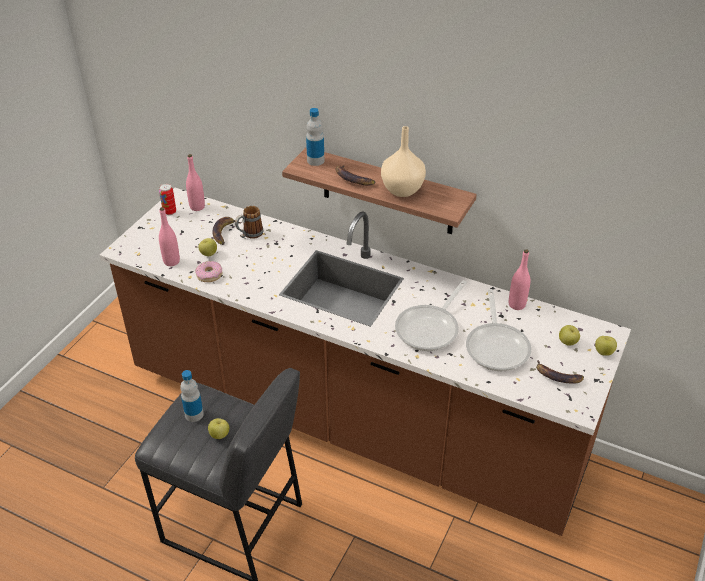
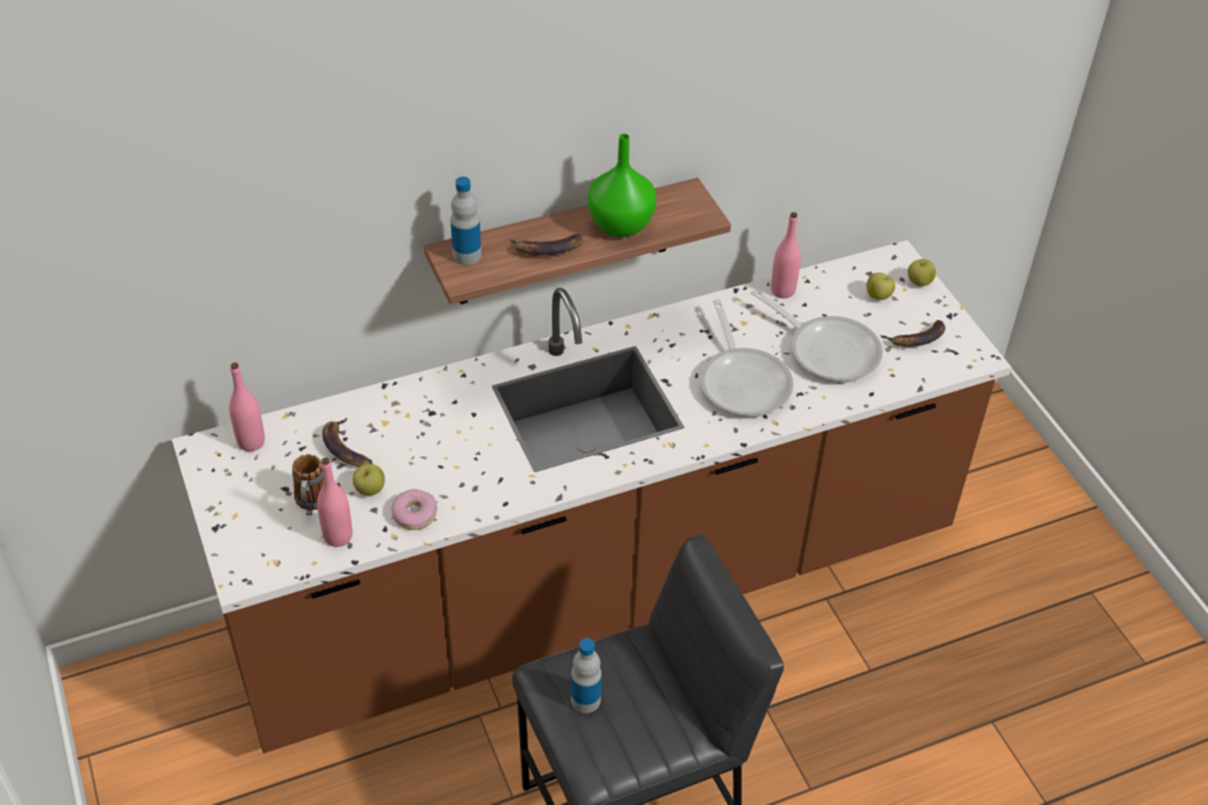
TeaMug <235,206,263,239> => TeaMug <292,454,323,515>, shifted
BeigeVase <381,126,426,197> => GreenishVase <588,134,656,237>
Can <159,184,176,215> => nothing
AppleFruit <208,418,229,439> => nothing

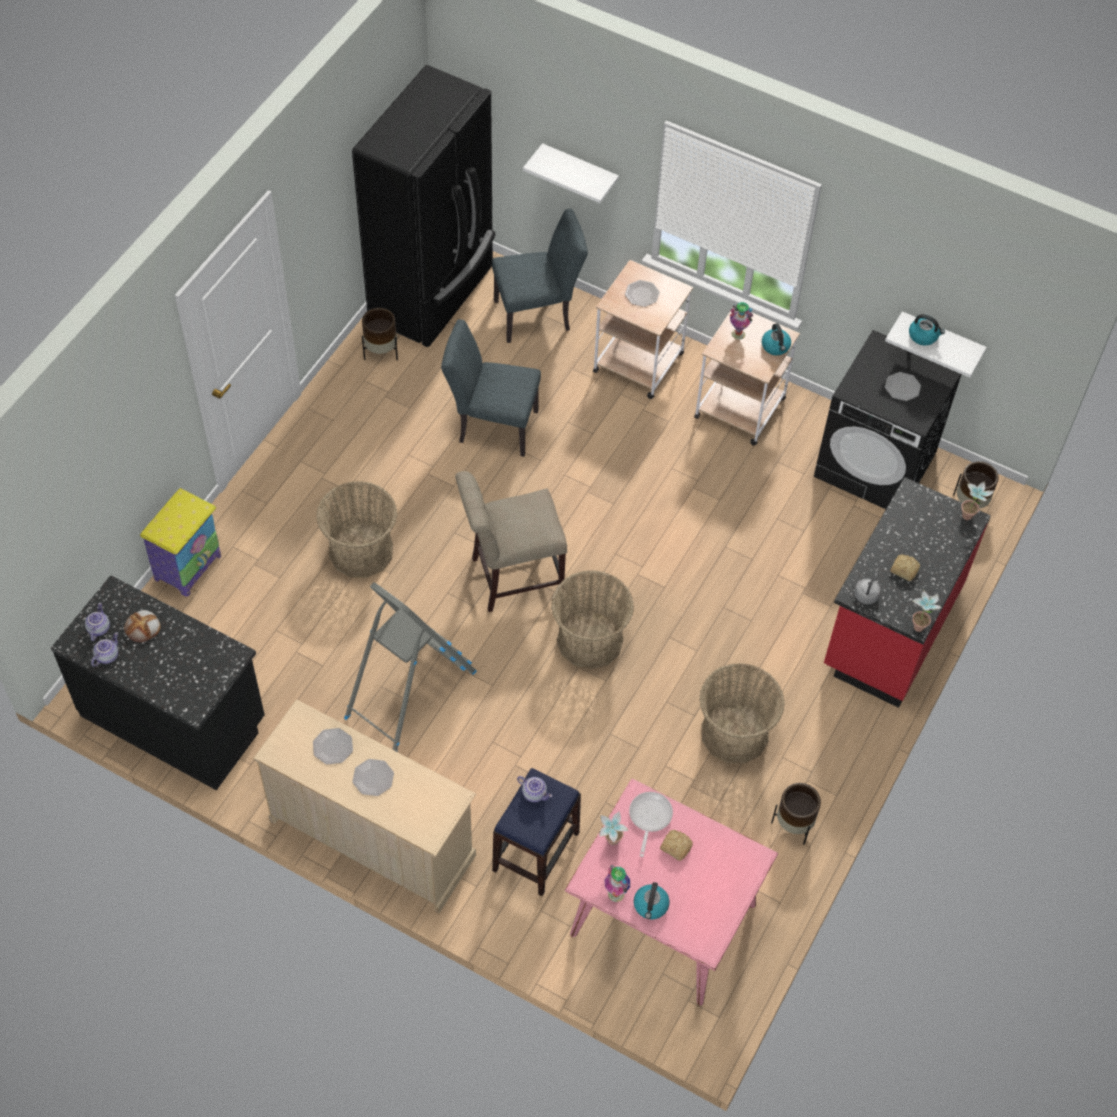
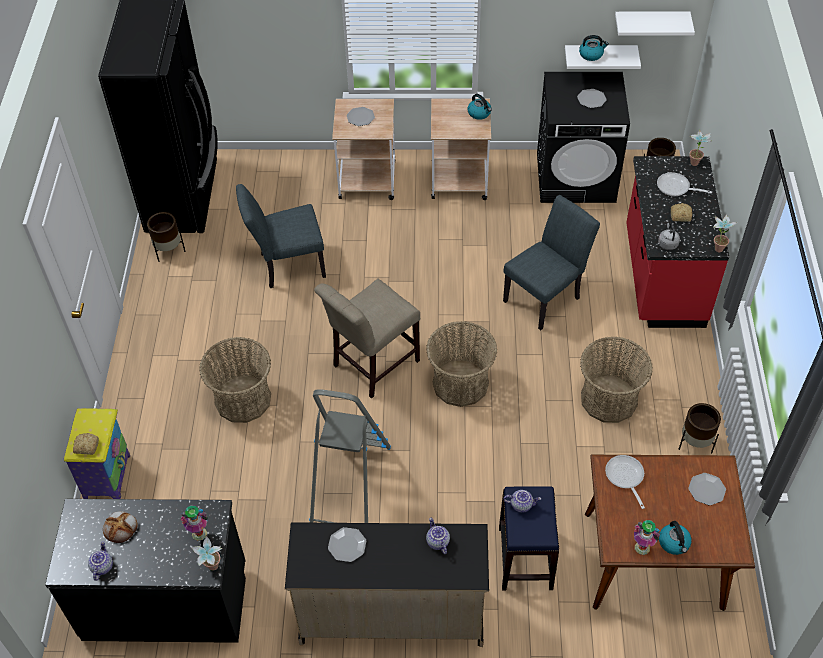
BakeryBread <660,830,693,861> => BakeryBread <73,433,99,455>, shifted
Vase <730,302,753,340> => Vase <180,505,208,541>, shifted
PlantInAPot <600,811,629,845> => PlantInAPot <191,536,222,571>, shifted
BeigeCupboard <253,699,476,914> => BlackCupboard <285,522,489,647>
Teapot <85,602,110,641> => Teapot <426,518,450,554>, shifted
GreyPlainChair <492,208,588,343> => GreyPlainChair <503,195,600,330>, shifted
PinkishDiningTable <565,778,778,1006> => BrownDiningTable <585,455,755,611>
WhitishBracketShelf <523,143,619,203> => WhitishBracketShelf <615,11,695,36>, shifted
nothing => Pan <657,172,712,196>
FlatDish <352,759,394,796> => FlatDish <688,473,726,505>, shifted

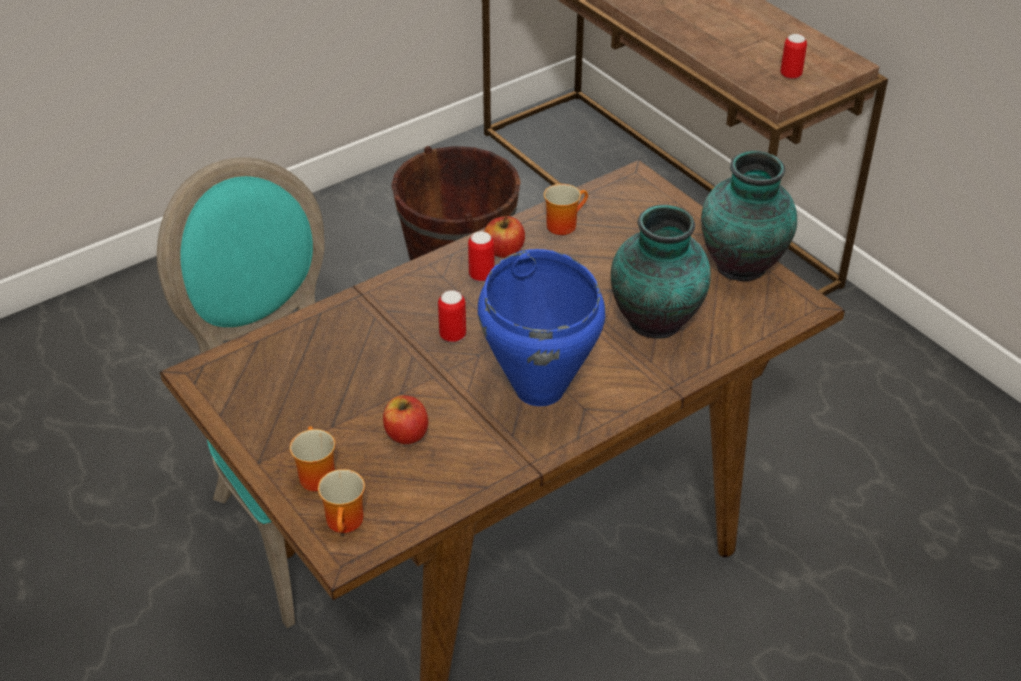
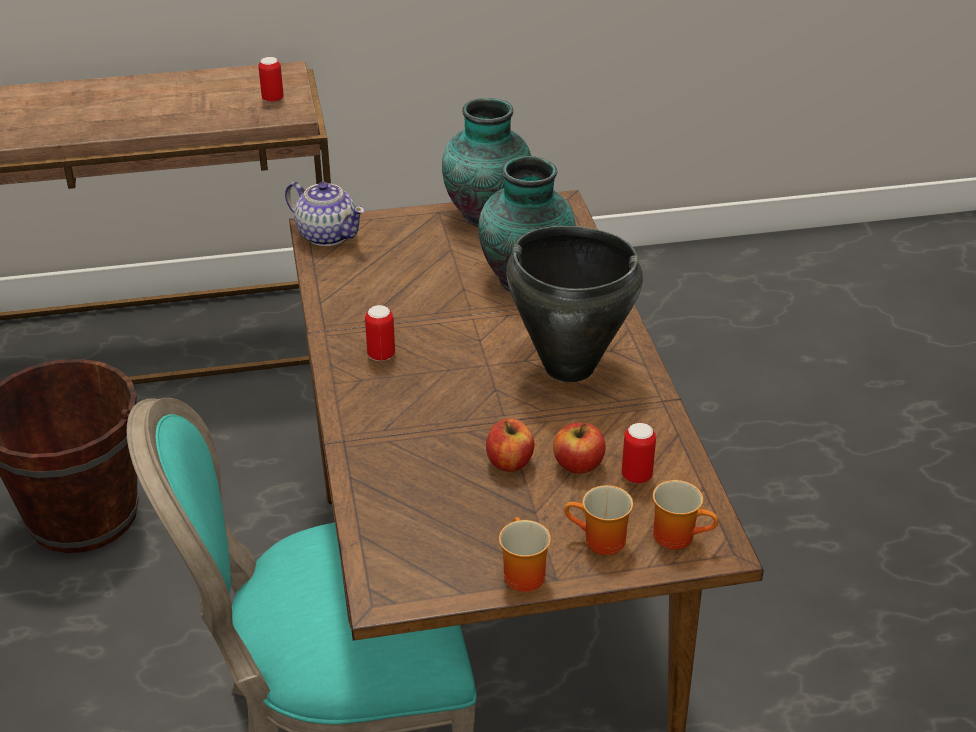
nothing => Teapot <285,182,365,246>
AppleFruit <484,216,525,258> => AppleFruit <486,419,534,472>, shifted
TeaMug <544,184,588,235> => TeaMug <499,517,551,592>, shifted
BlueSaucepot <478,249,606,406> => BlackSaucepot <506,226,643,382>
Can <438,290,466,342> => Can <622,423,656,484>, shifted

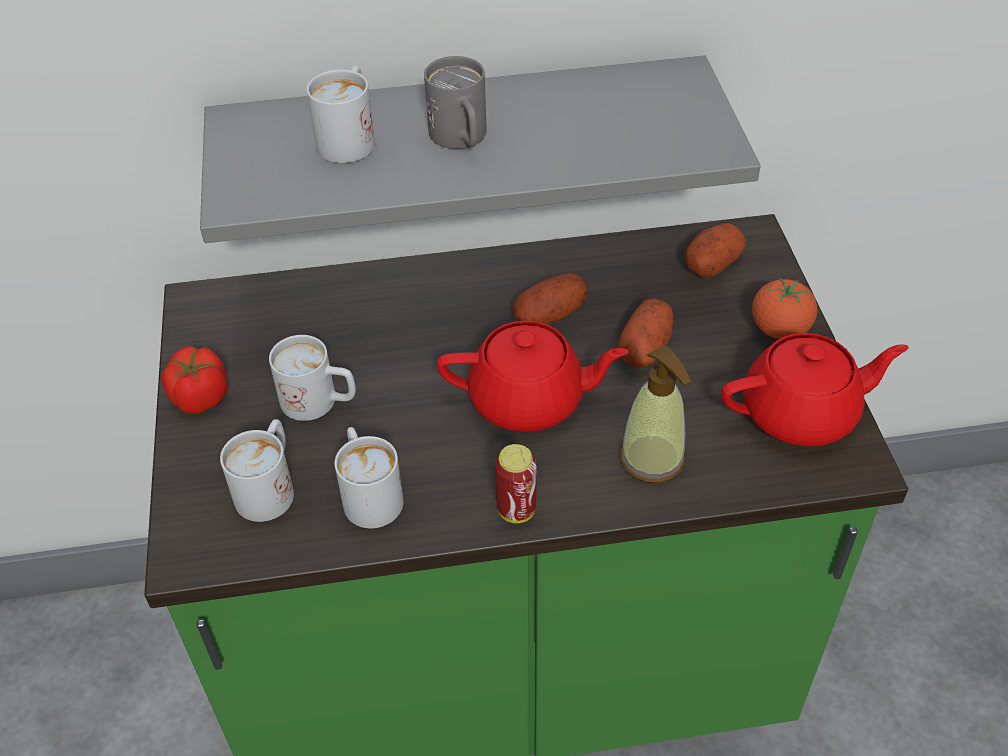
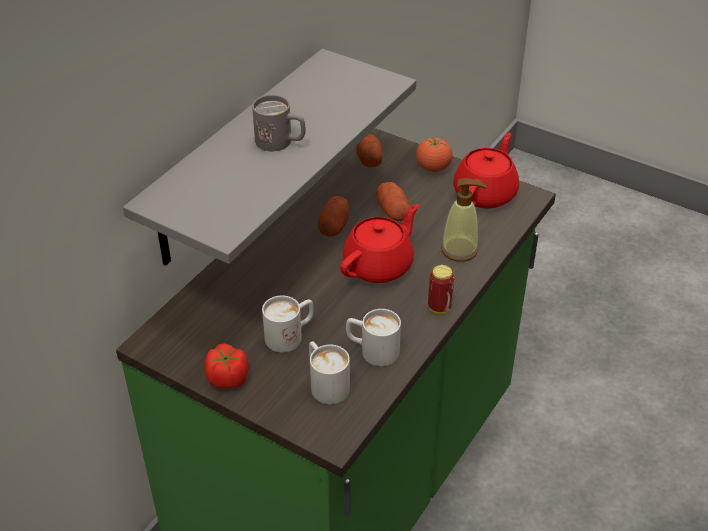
WhitishTeaMug <306,66,375,163> => nothing

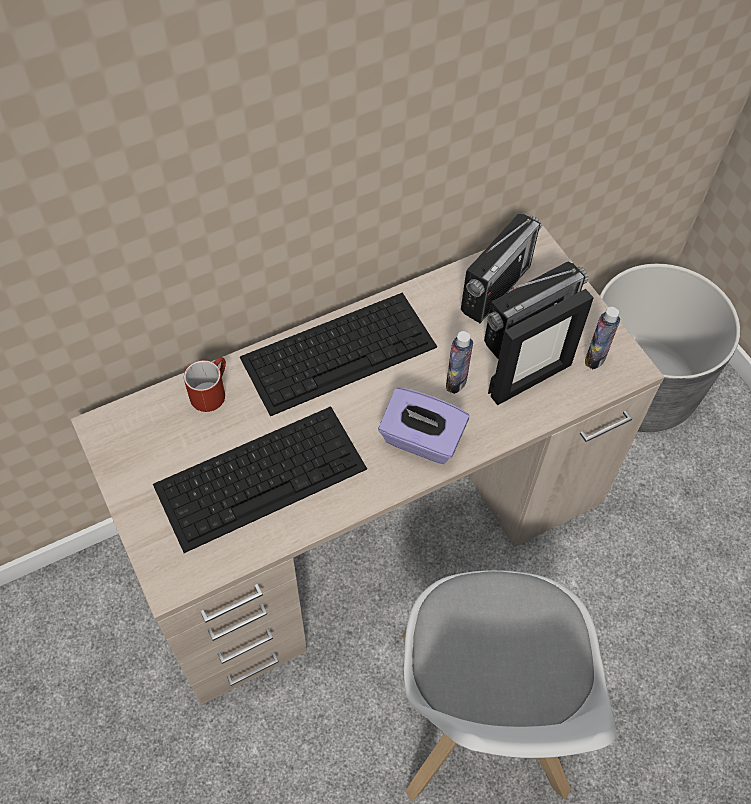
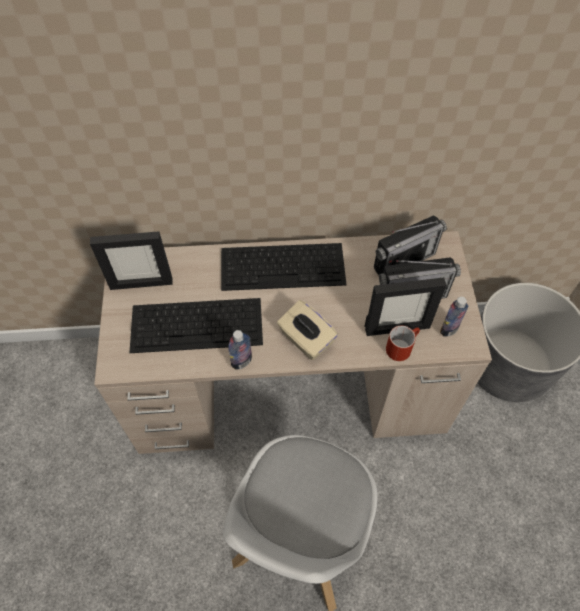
nothing => PhotoFrame <90,231,173,290>
Bottle <446,331,473,394> => Bottle <228,330,252,370>, shifted
PurpleTissueHolder <378,387,469,464> => BeigeTissueHolder <277,300,338,360>
RedTeaMug <184,357,226,412> => RedTeaMug <386,325,420,361>, shifted

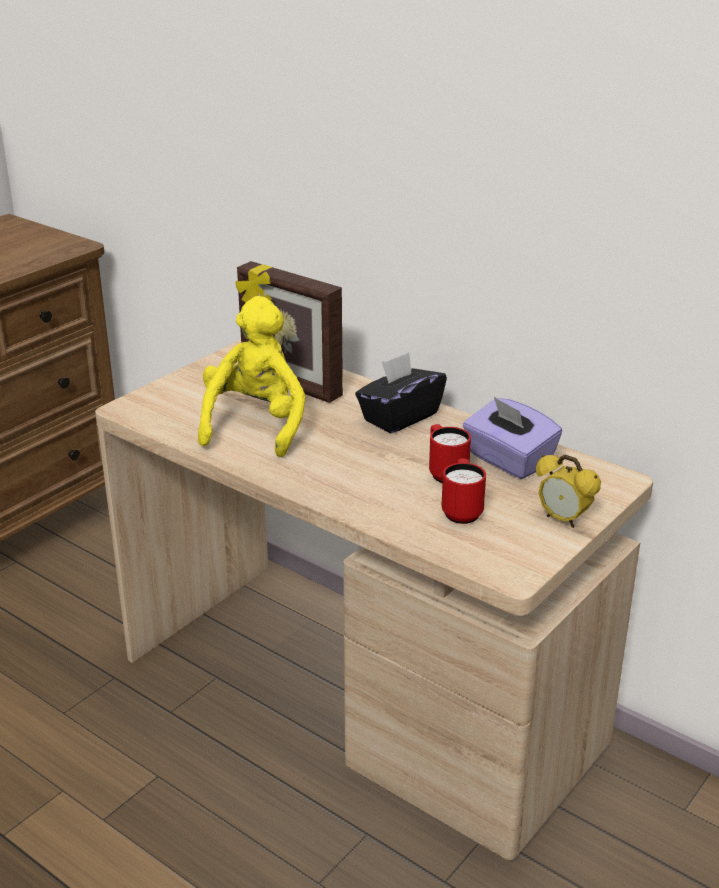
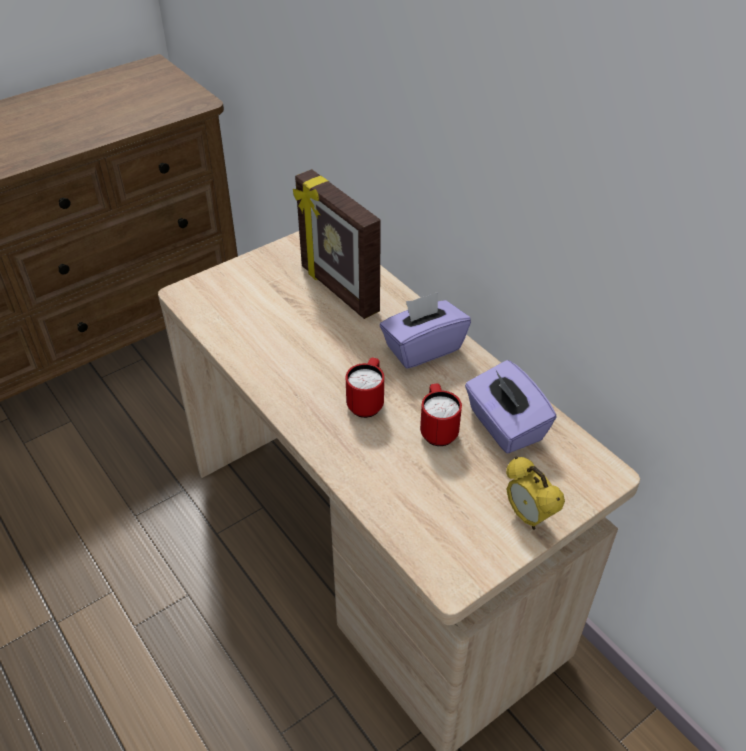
RedTeaMug <442,459,486,524> => RedTeaMug <346,358,384,418>, shifted
BlackTissueHolder <355,352,447,433> => PurpleTissueHolder <380,292,471,369>
YellowColouredCuddlyToy <198,296,306,457> => nothing

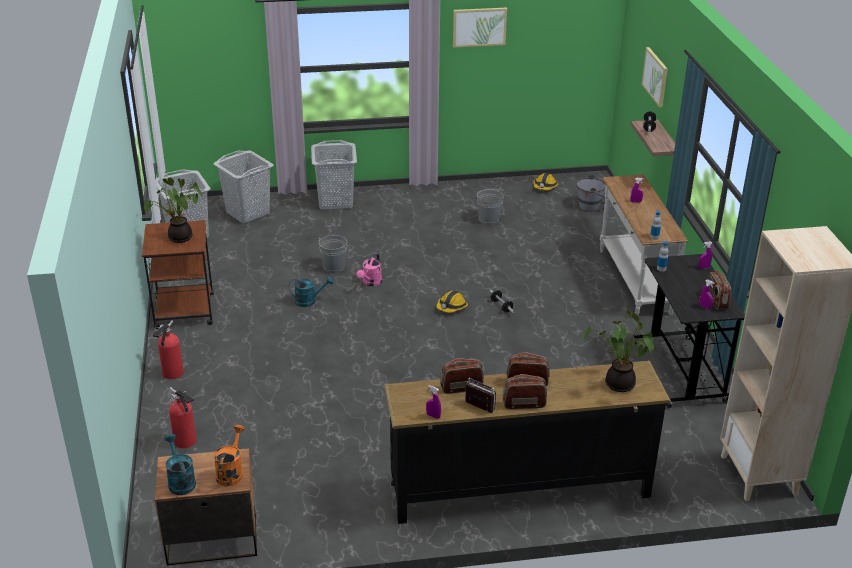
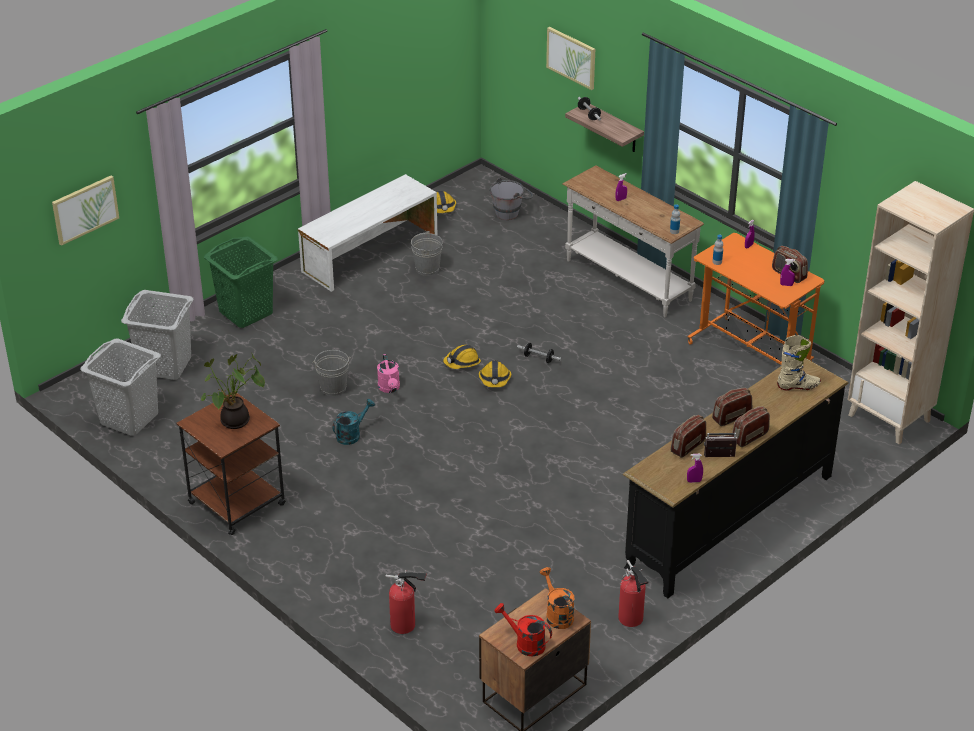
WallPicture <453,7,507,48> => WallPicture <52,175,119,246>, shifted
GreyWashingBasket <311,140,357,210> => GreenishWashingBasket <204,237,278,328>
nothing => WhitishIndoorBench <298,174,437,292>
nothing => HardHat <443,345,481,369>
TurquoiseColouredWateringPot <164,434,196,495> => RedWateringPot <494,603,552,657>
FireExtinguisher <153,320,184,379> => FireExtinguisher <618,560,649,627>, shifted
BlackDeskTable <634,254,745,408> => OrangeDeskTable <688,233,824,365>
PlantInAPot <583,310,654,392> => BeigeBoot <777,335,821,391>

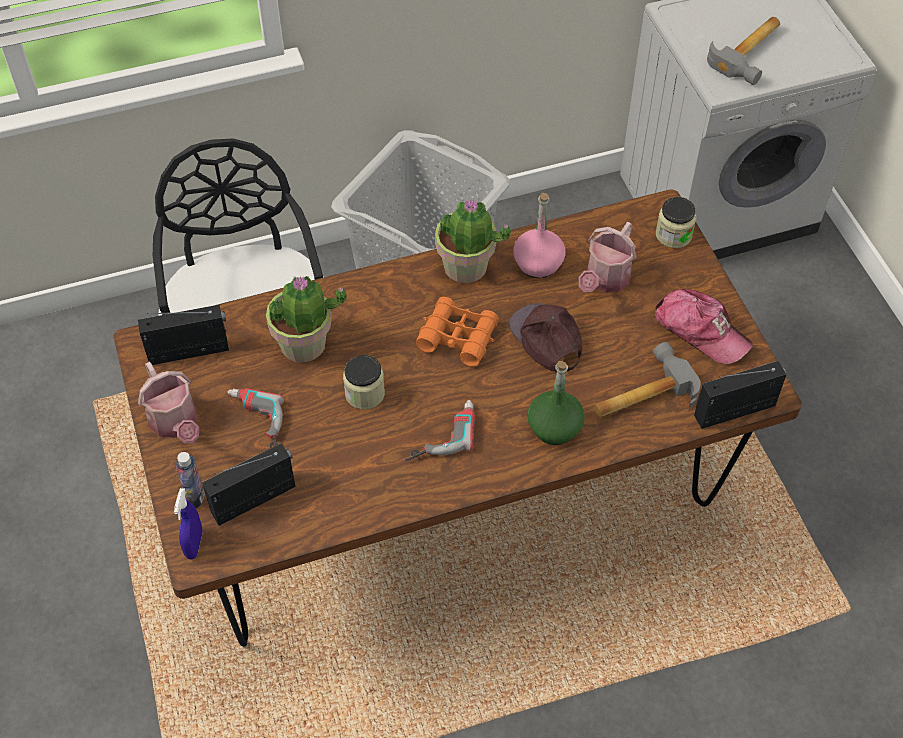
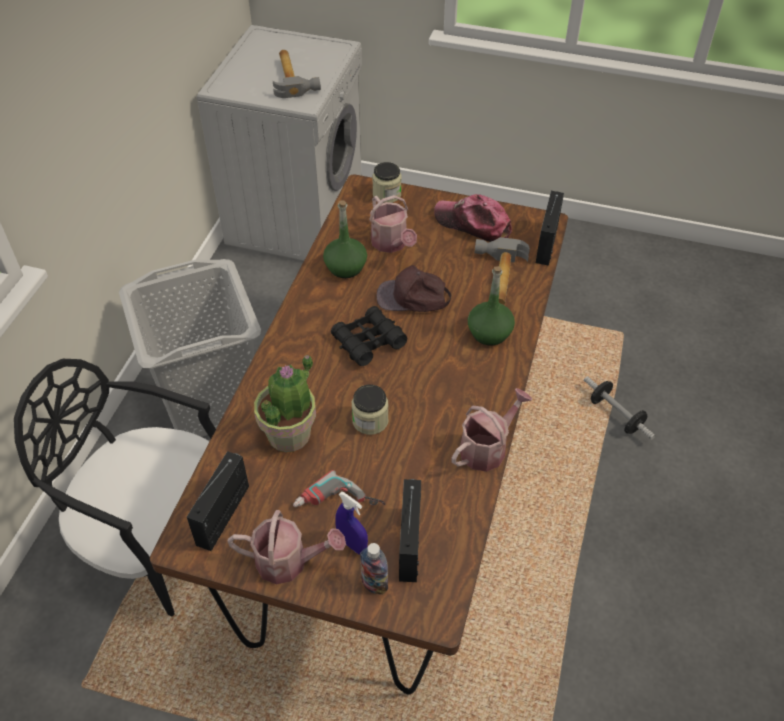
PinkishBottle <513,193,566,278> => GreenishBottle <323,200,367,278>
OrangeBinoculars <416,297,499,367> => BlackBinoculars <331,306,407,366>
BlueSprayBottle <174,488,203,559> => BlueSprayBottle <335,492,368,554>, shifted
Cap <655,289,753,364> => Cap <434,194,512,242>, 135 degrees counterclockwise
nothing => WateringPot <452,388,532,472>
nothing => FreeWeight <584,376,655,440>
ElectricDrill <404,400,475,461> => nothing
PlantInAPot <435,199,511,283> => nothing

